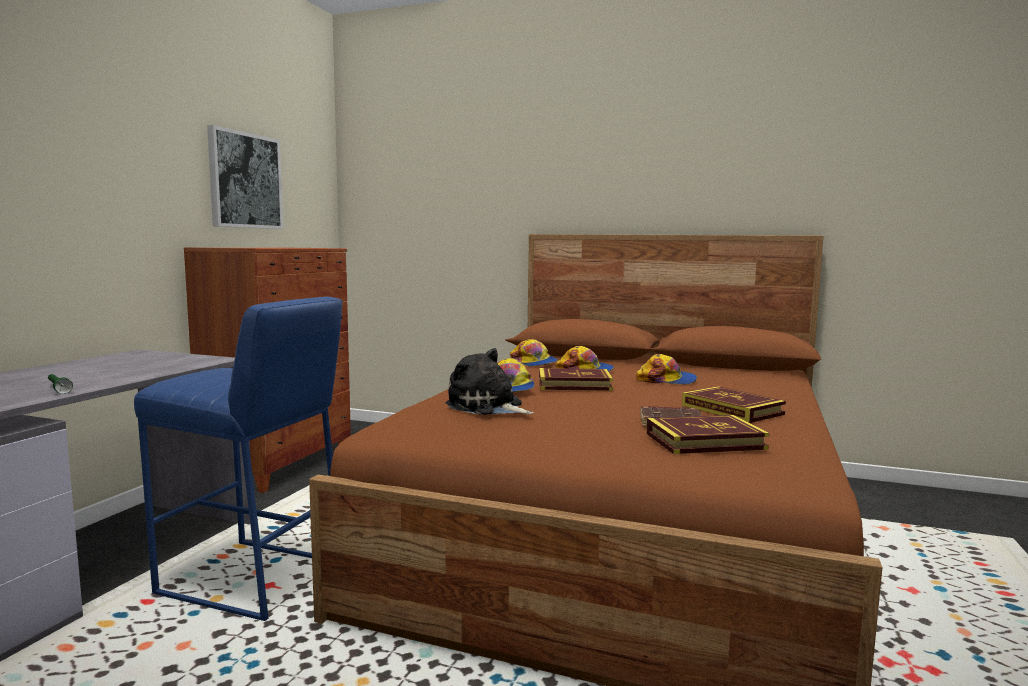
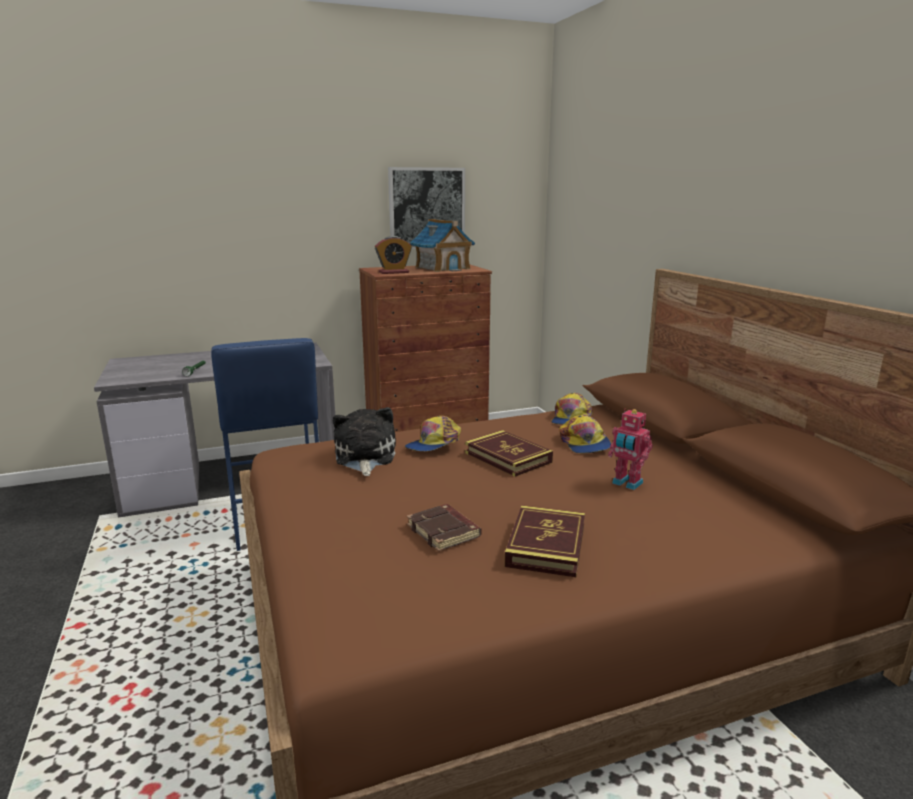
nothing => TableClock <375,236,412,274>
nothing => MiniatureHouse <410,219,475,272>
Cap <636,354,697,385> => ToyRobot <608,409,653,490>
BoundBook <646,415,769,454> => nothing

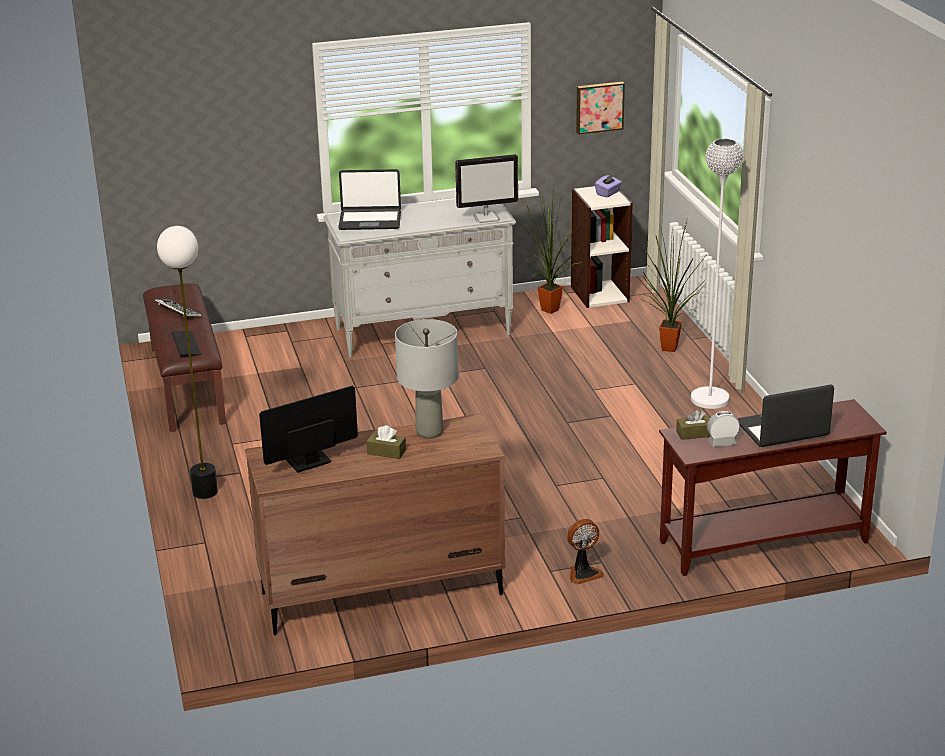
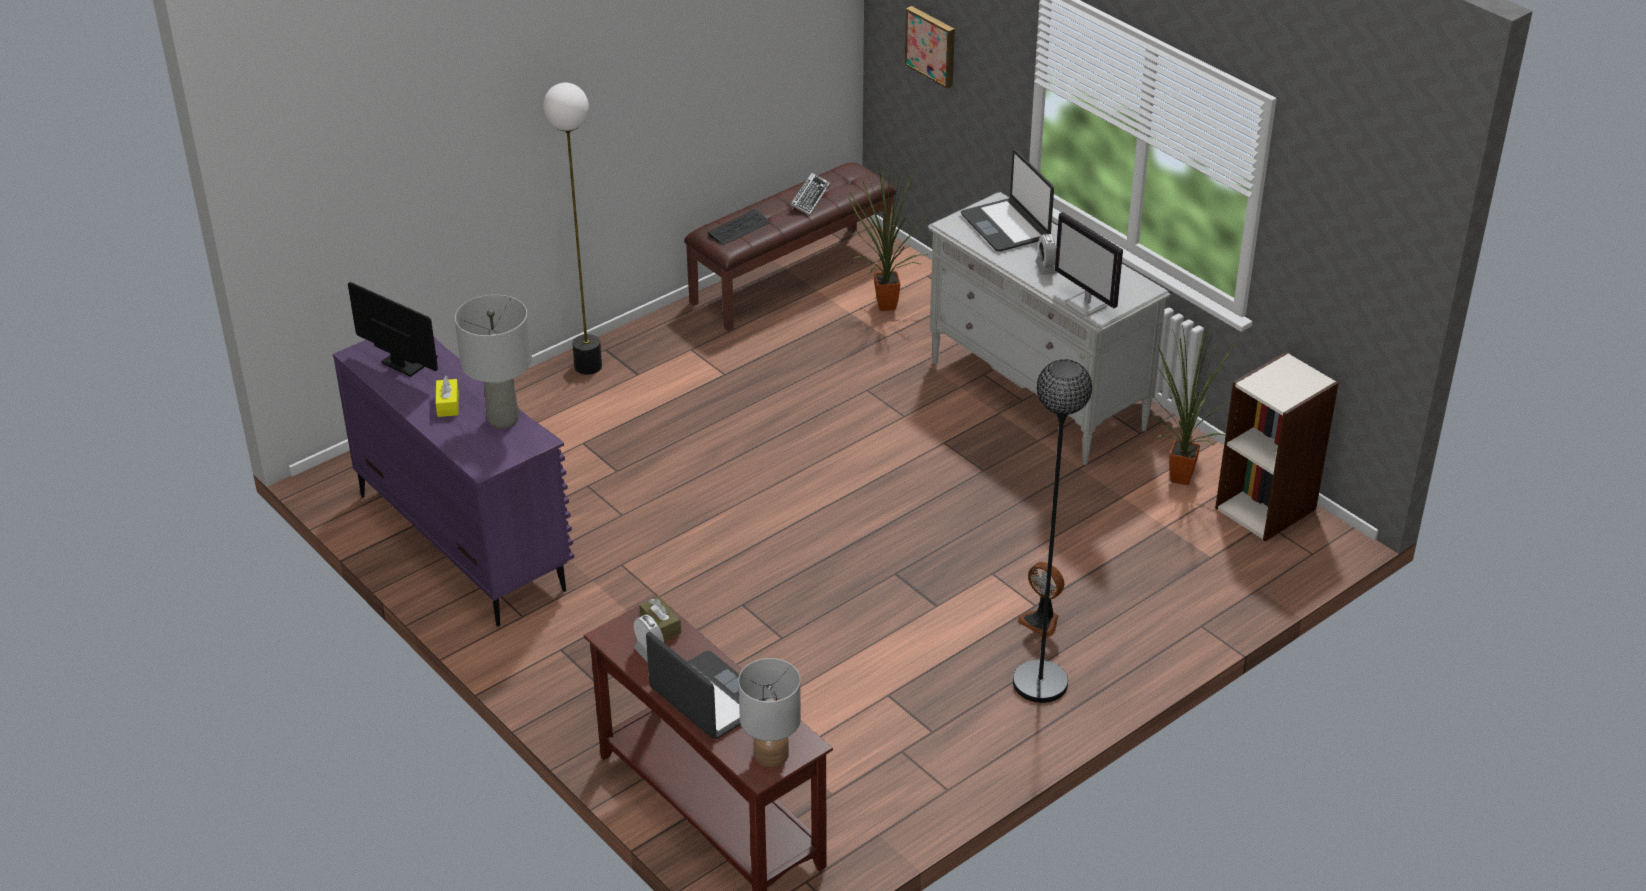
BrownDresser <245,413,505,635> => PurpleDresser <333,337,575,626>
BrownTissueHolder <367,425,406,459> => YellowColouredTissueHolder <435,376,459,417>
nothing => GreyTabletopLamp <738,658,801,767>
PlantInAPot <639,220,708,352> => PlantInAPot <848,163,929,311>, shifted
WallPicture <576,81,625,135> => WallPicture <905,6,955,89>, shifted
WhitishStandardLamp <691,139,743,409> => BlackStandardLamp <1013,359,1092,703>
CoolingFan <567,519,604,585> => CoolingFan <1017,562,1064,637>, shifted
nothing => TableClock <1035,234,1057,275>
PurpleTissueHolder <595,174,622,197> => nothing

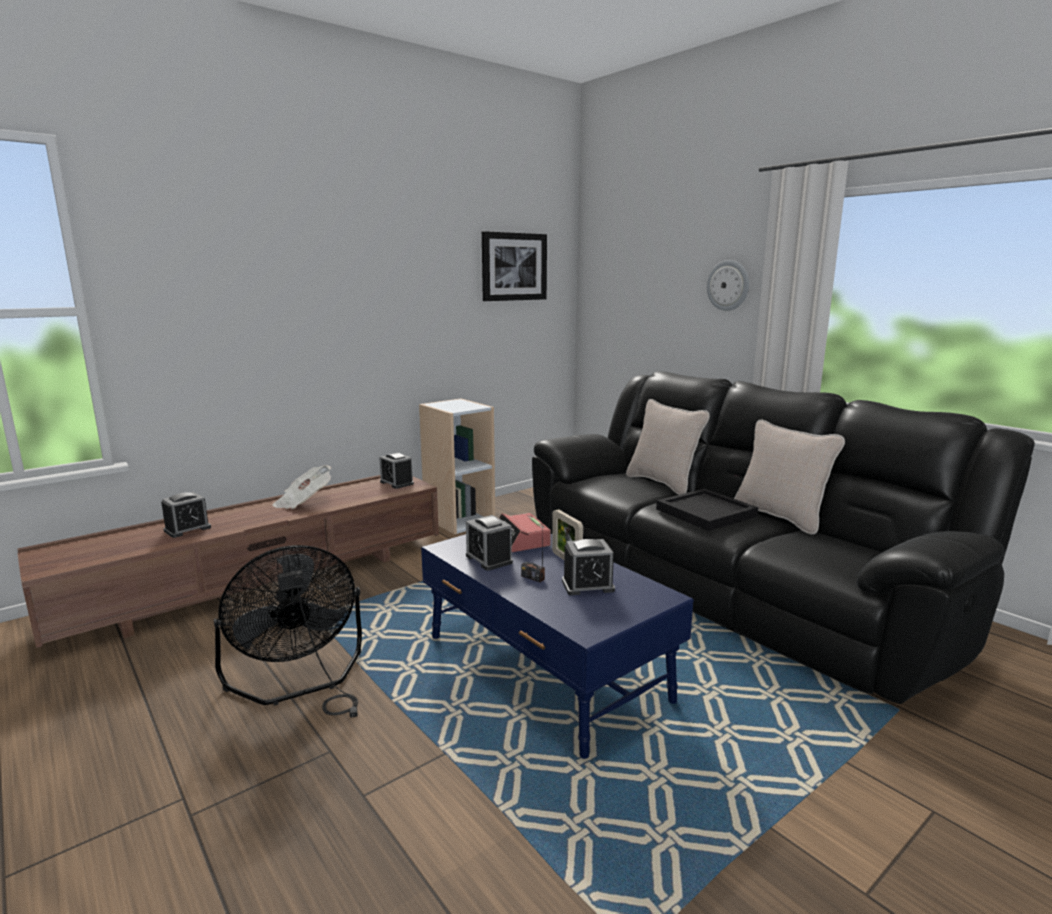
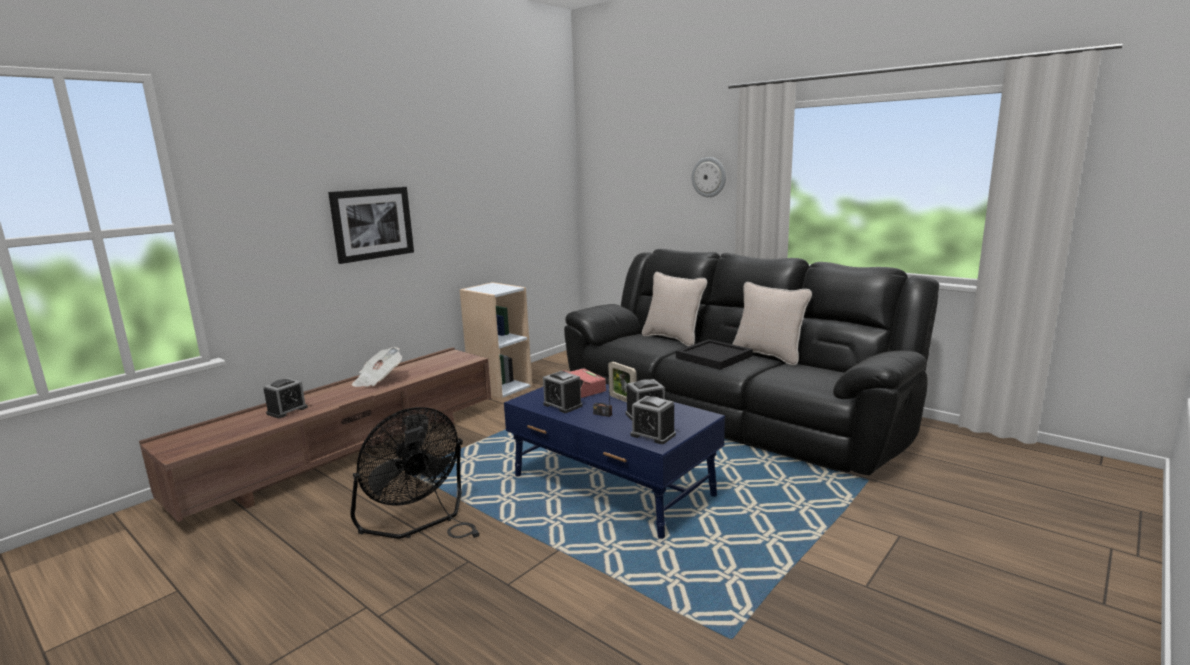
WallPicture <482,231,547,301> => WallPicture <328,187,414,264>, shifted
TableClock <379,453,414,489> => TableClock <631,396,676,444>, shifted

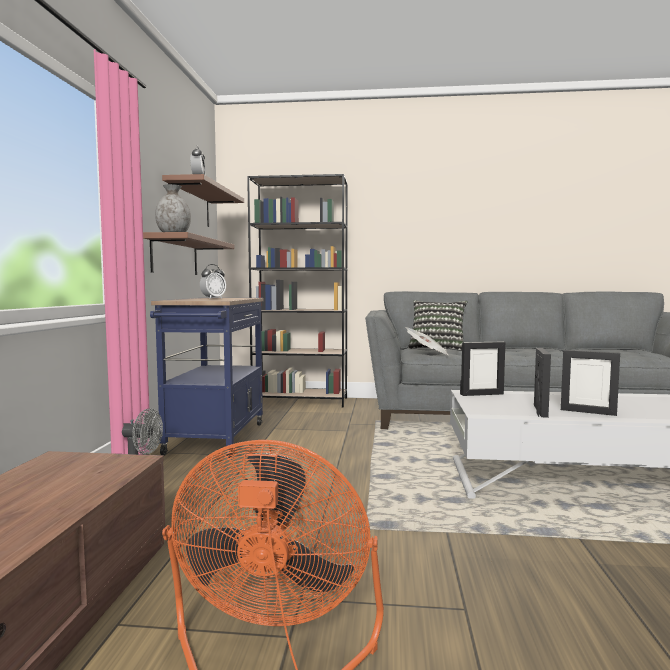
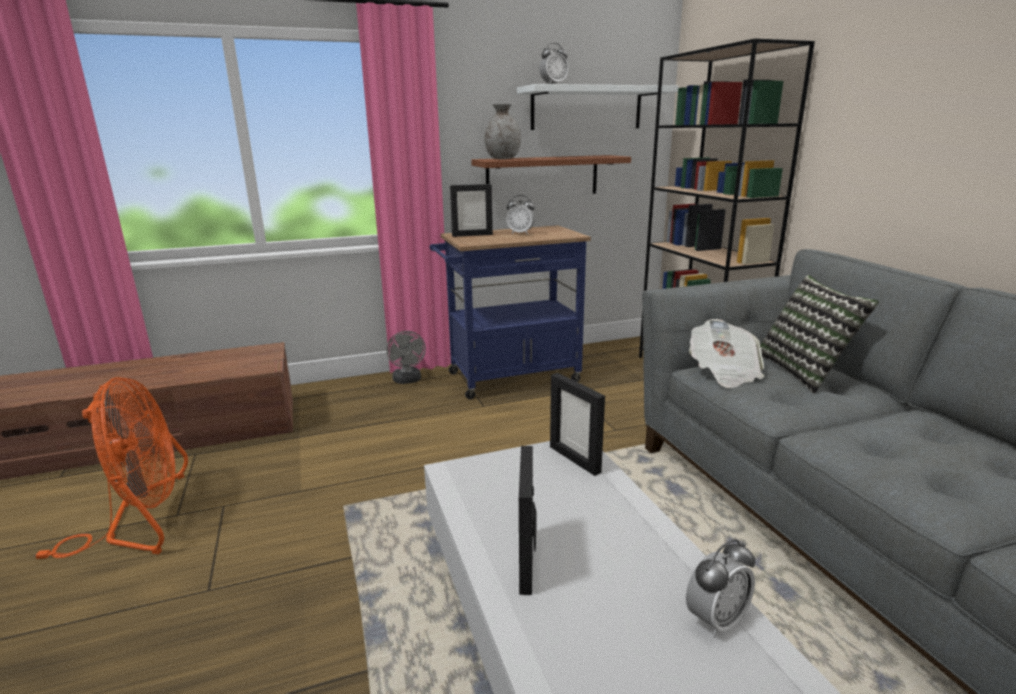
PhotoFrame <534,348,551,418> => PhotoFrame <450,184,493,237>, shifted
BrownBracketShelf <162,174,244,227> => WhitishBracketShelf <517,84,679,130>
nothing => TableClock <686,539,755,637>

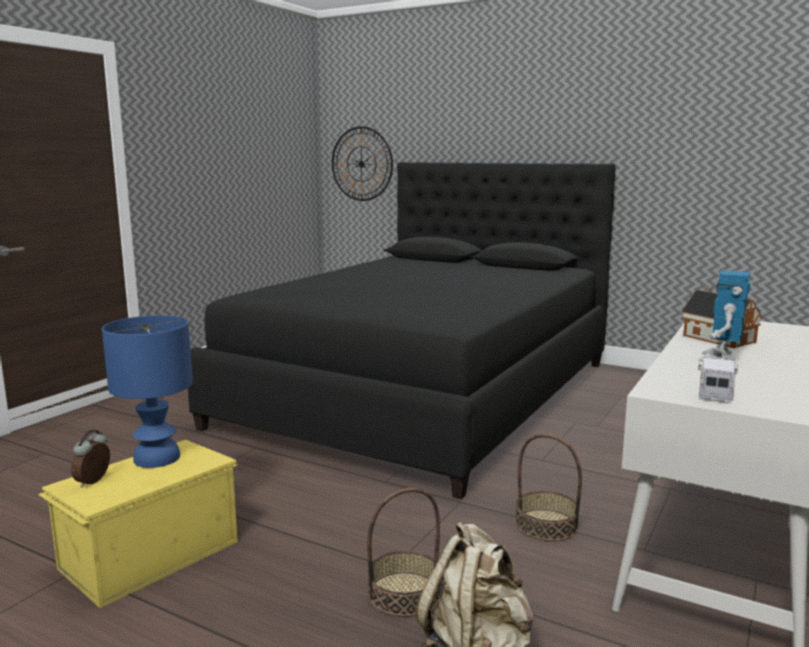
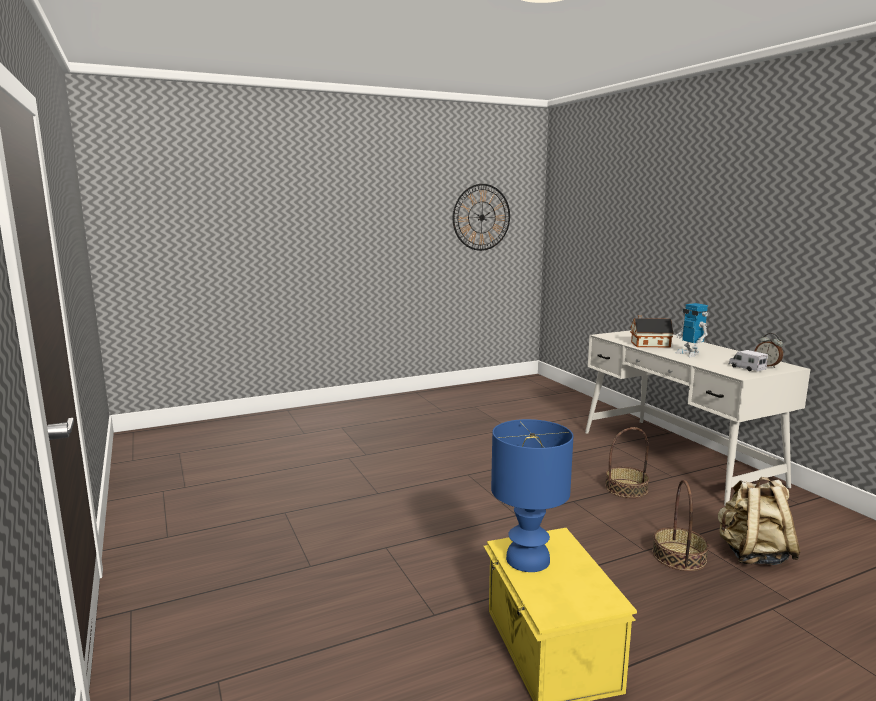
ClockOnTheWall <332,126,393,201> => ClockOnTheWall <453,184,510,251>, shifted
TableClock <71,429,110,488> => TableClock <755,333,783,368>, shifted
BlackSleepingBed <188,162,616,500> => nothing

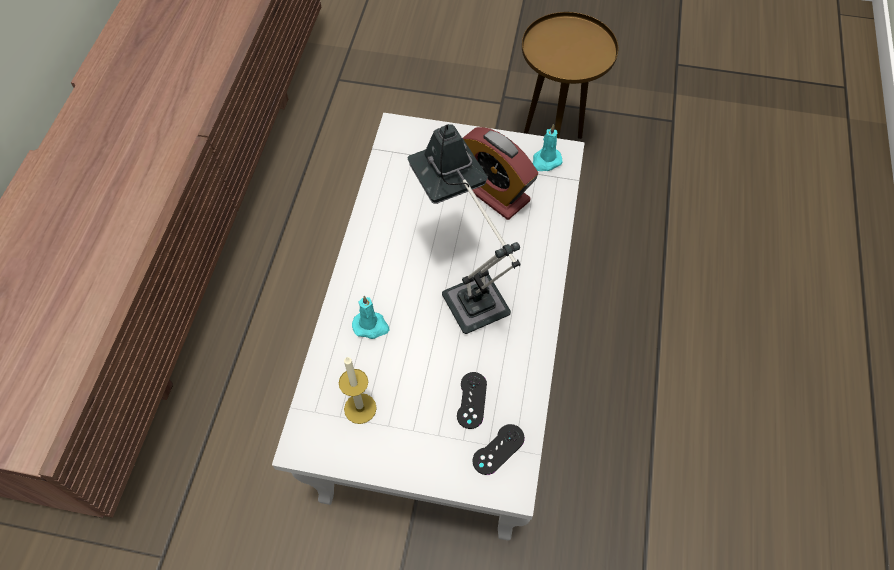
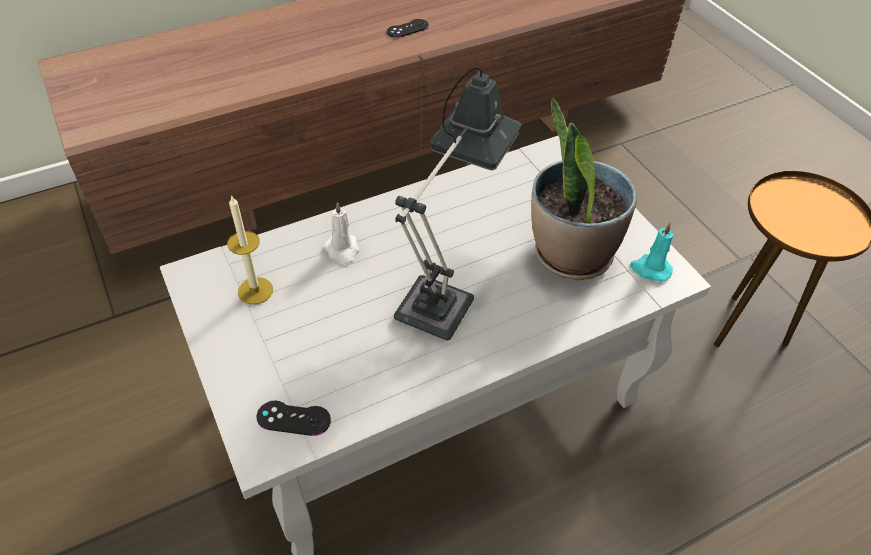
TurquoiseColouredWaxLight <352,296,389,339> => WhitishWaxLight <324,202,359,265>
BlackGamepad <457,372,487,429> => BlackGamepad <387,19,429,38>, shifted
TableClock <463,127,538,220> => PlantInAPot <531,98,637,281>

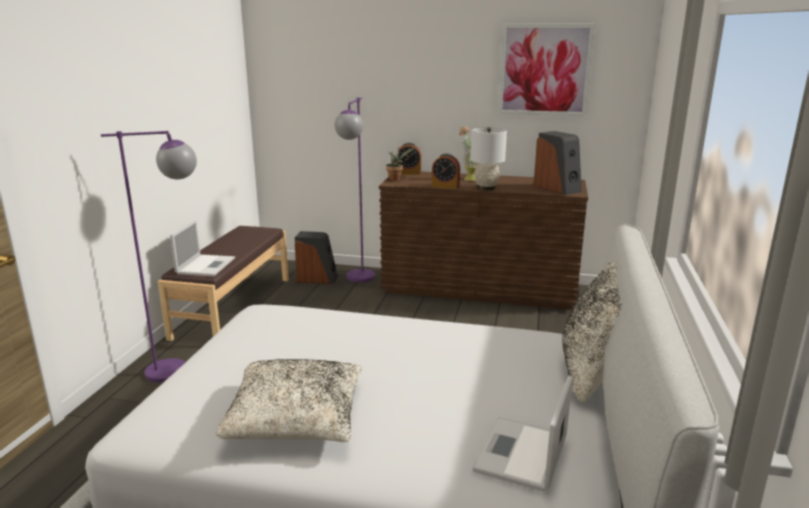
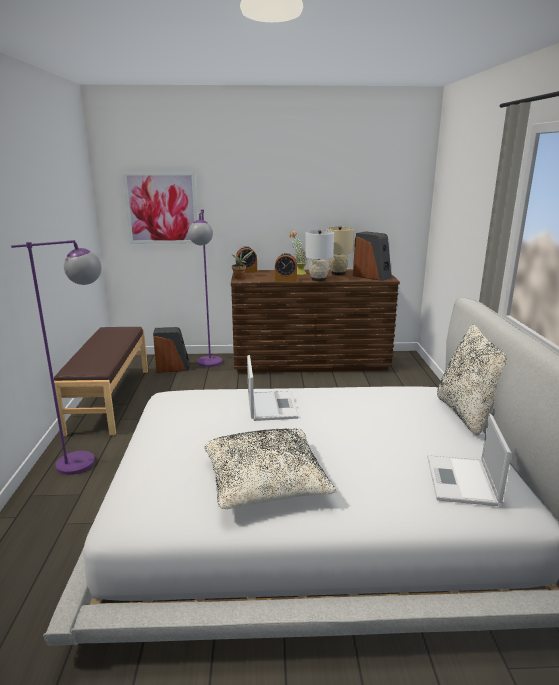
WallPicture <498,24,595,116> => WallPicture <123,172,197,244>, shifted
NotebookComputer <170,220,235,277> => NotebookComputer <247,355,299,421>, shifted
nothing => BeigeTabletopLamp <326,226,354,275>

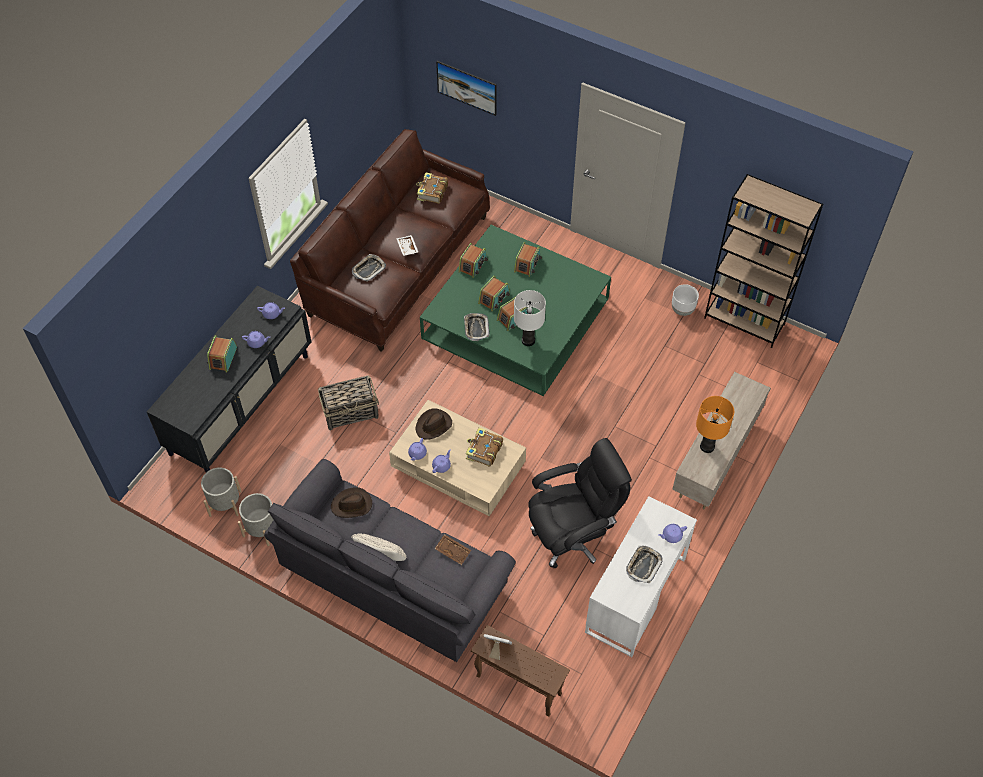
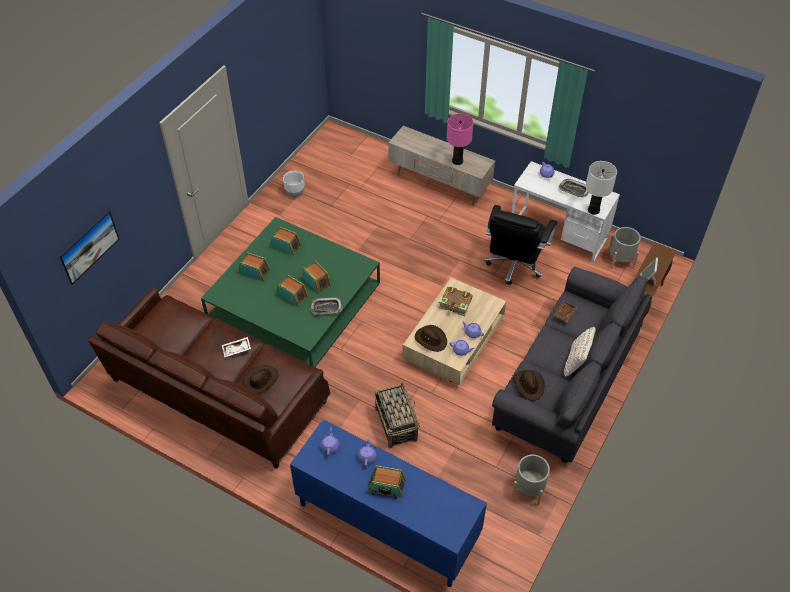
Tray <352,254,386,282> => BrownHat <243,365,278,394>
RadioReceiver <459,243,488,278> => RadioReceiver <270,227,301,255>, shifted
BlackCupboard <147,286,311,472> => BlueCupboard <290,420,487,587>
OrangeTabletopLamp <696,396,734,453> => PinkishTabletopLamp <447,114,473,165>
BlackDeskChair <528,438,632,568> => BlackDeskChair <485,205,557,285>, 135 degrees counterclockwise
WhitishTabletopLamp <514,290,546,346> => WhitishTabletopLamp <585,161,617,215>, shifted
GreyPlantPot <201,467,242,517> => GreyPlantPot <608,227,641,269>, shifted
BoundBook <416,173,448,204> => nothing
BeigeBookshelf <704,174,823,348> => nothing

